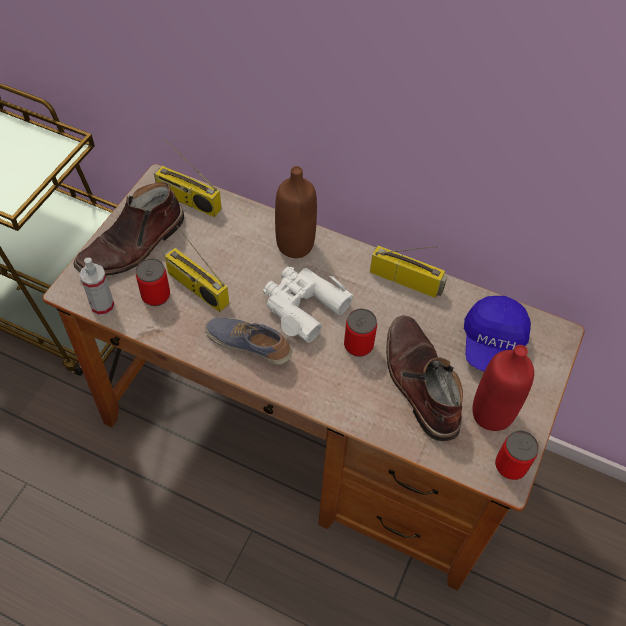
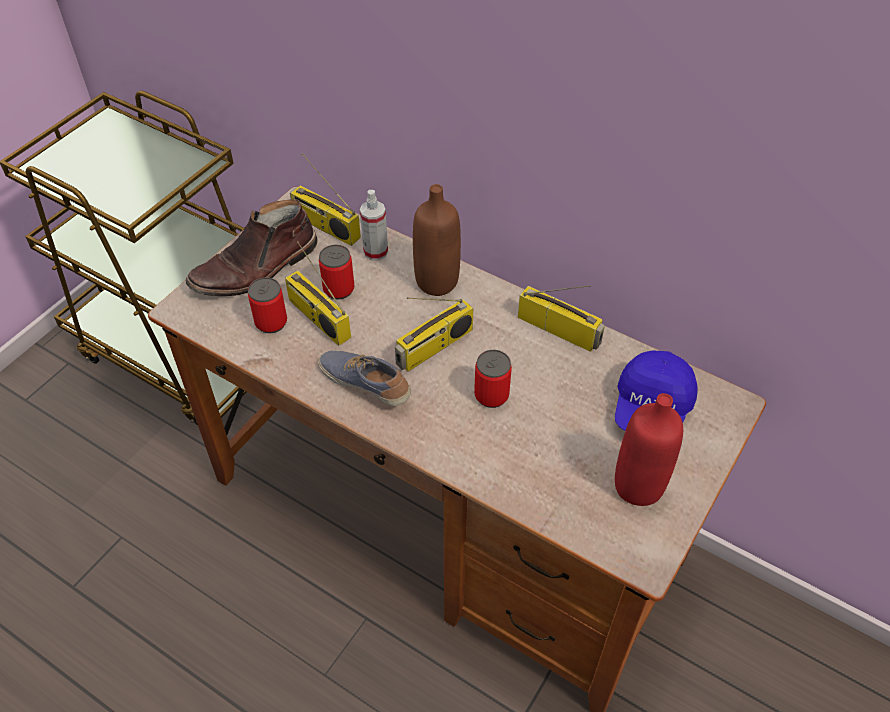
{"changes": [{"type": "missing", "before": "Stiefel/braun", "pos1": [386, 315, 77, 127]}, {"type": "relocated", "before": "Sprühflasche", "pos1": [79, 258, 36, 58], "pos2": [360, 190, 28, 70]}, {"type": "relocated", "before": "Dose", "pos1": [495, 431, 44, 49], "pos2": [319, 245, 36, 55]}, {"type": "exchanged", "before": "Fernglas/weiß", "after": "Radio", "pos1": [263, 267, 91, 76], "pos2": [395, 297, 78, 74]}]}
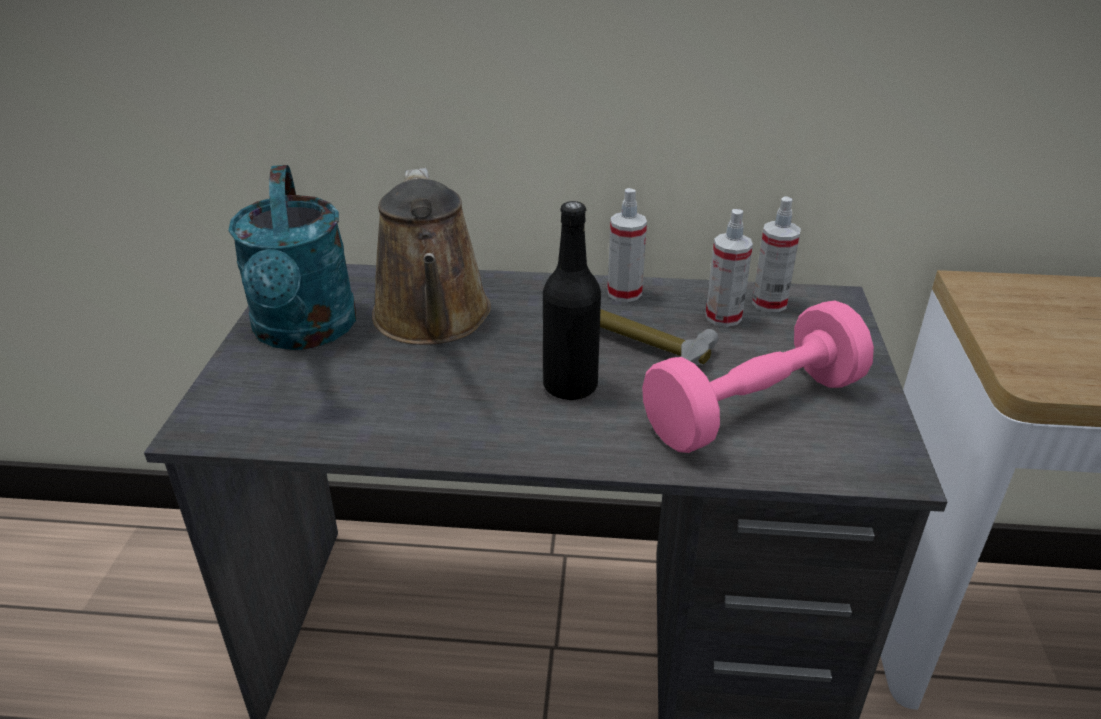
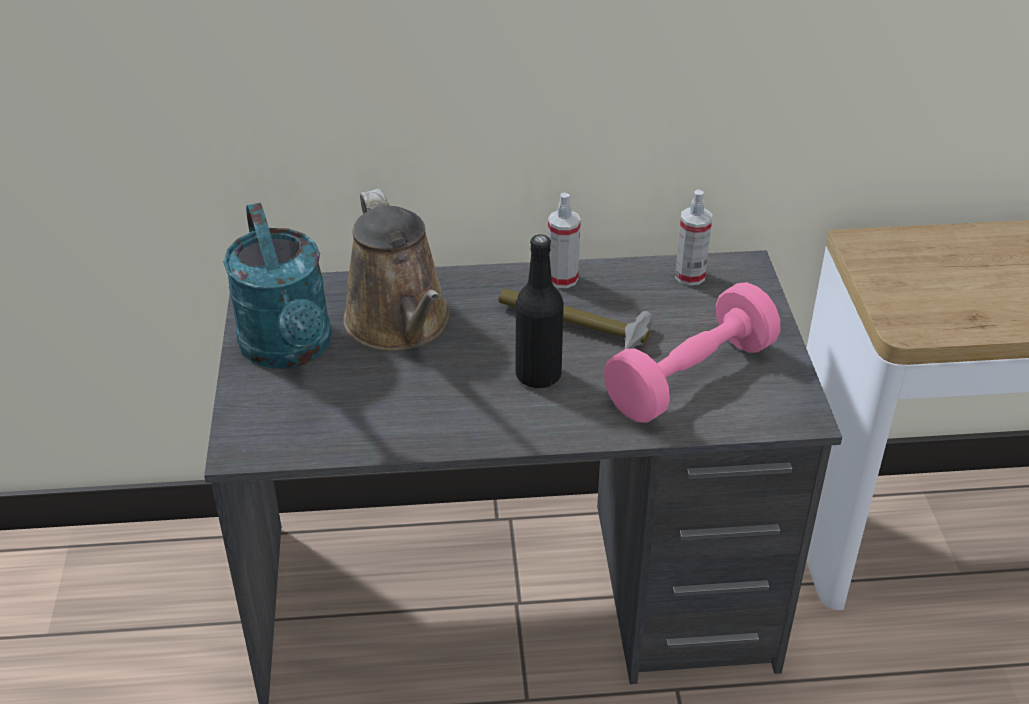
{"changes": [{"type": "missing", "before": "Sprühflasche", "pos1": [705, 209, 48, 118]}]}
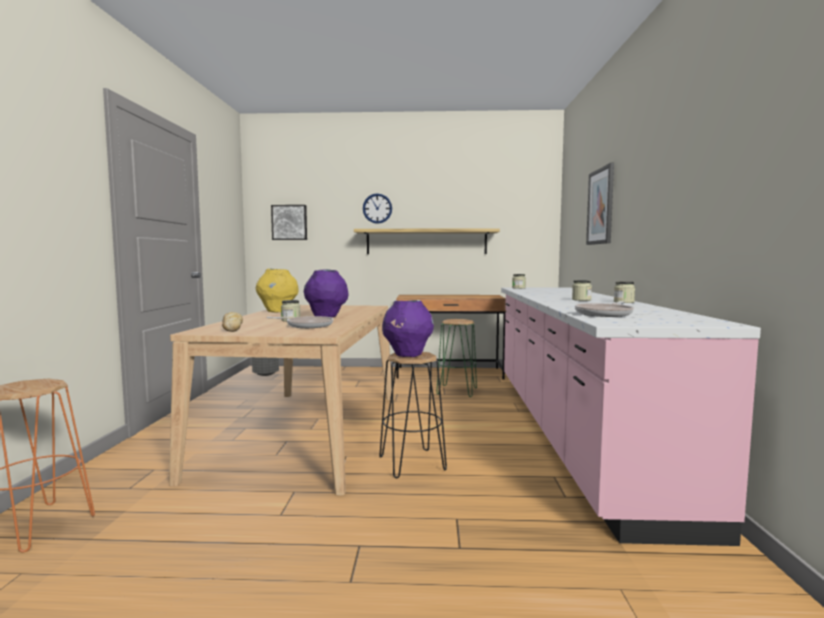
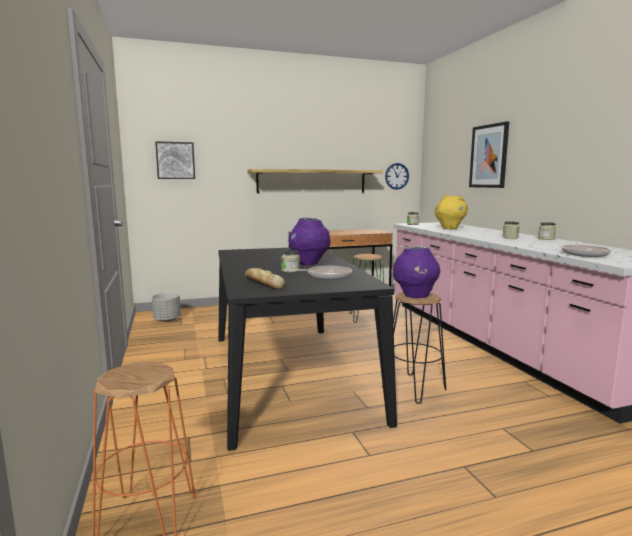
{"changes": [{"type": "relocated", "before": "Vase/gelb", "pos1": [256, 268, 42, 44], "pos2": [435, 195, 33, 34]}, {"type": "relocated", "before": "Wanduhr", "pos1": [363, 193, 29, 31], "pos2": [385, 163, 24, 27]}, {"type": "colour", "before": "Esstisch/beige", "after": "Esstisch/schwarz", "pos1": [169, 305, 223, 191], "pos2": [218, 248, 179, 202]}]}
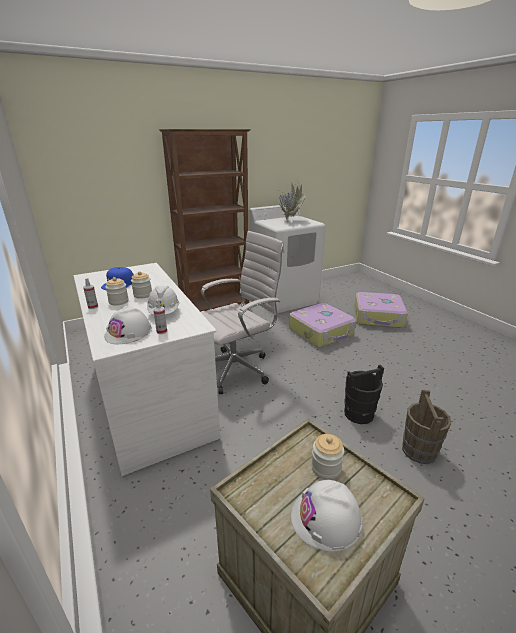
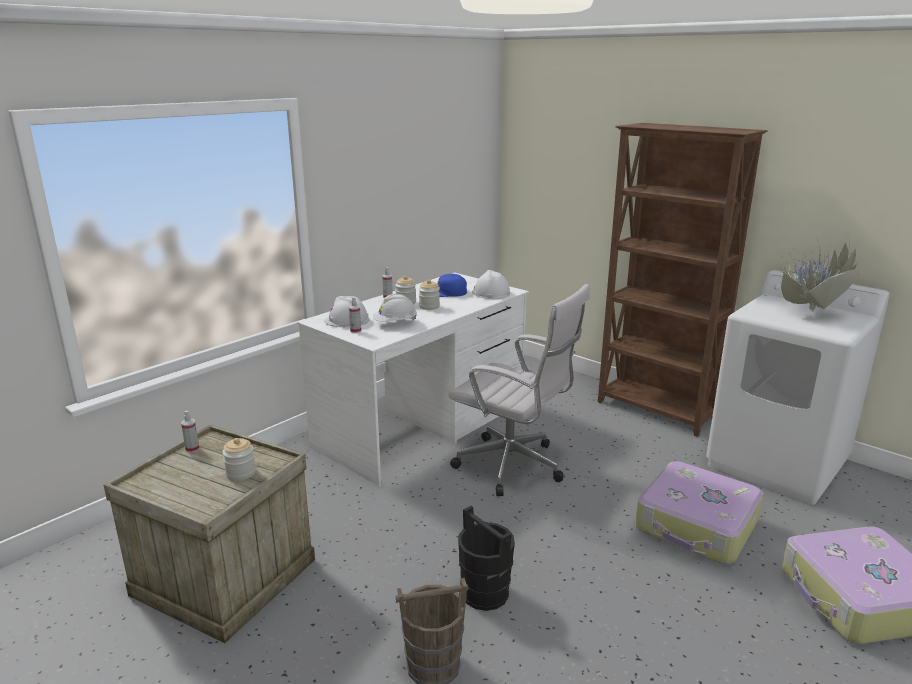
{"changes": [{"type": "appeared", "after": "Sprühflasche", "pos2": [181, 411, 18, 42]}, {"type": "relocated", "before": "Schutzhelm/weiß", "pos1": [291, 480, 72, 72], "pos2": [472, 270, 38, 29]}]}
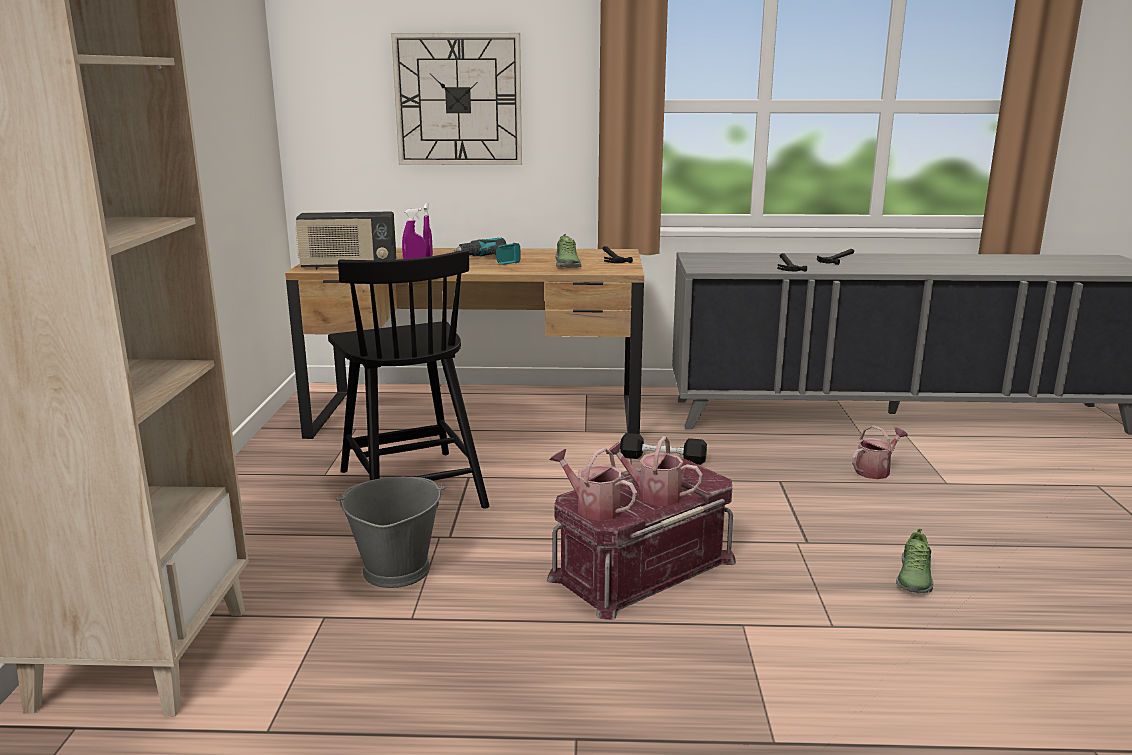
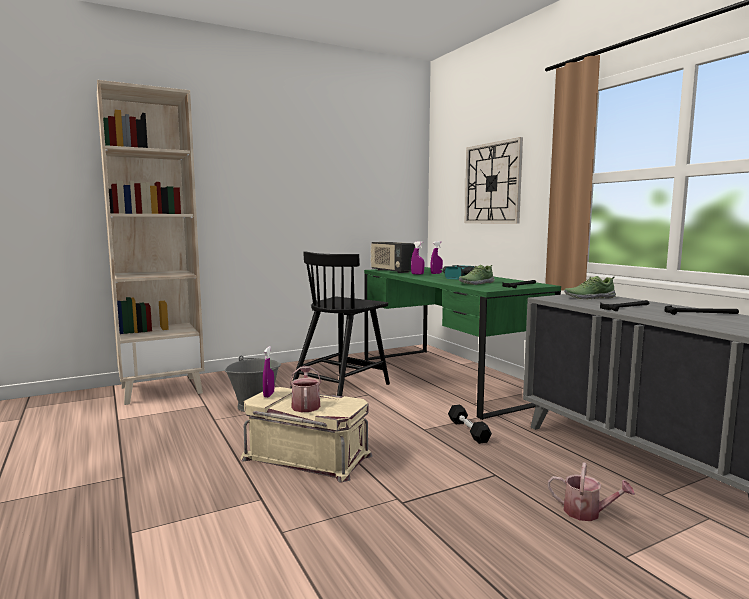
{"changes": [{"type": "relocated", "before": "Schuh", "pos1": [896, 529, 37, 64], "pos2": [564, 276, 52, 23]}, {"type": "exchanged", "before": "Gießkanne", "after": "Sprühflasche/lila", "pos1": [550, 448, 87, 73], "pos2": [263, 346, 11, 52]}, {"type": "colour", "before": "Schreibtisch/braun", "after": "Schreibtisch/grün", "pos1": [285, 248, 359, 191], "pos2": [364, 267, 197, 153]}, {"type": "colour", "before": "Aufbewahrungsbox/rot", "after": "Aufbewahrungsbox/beige", "pos1": [547, 459, 189, 161], "pos2": [241, 387, 132, 95]}]}
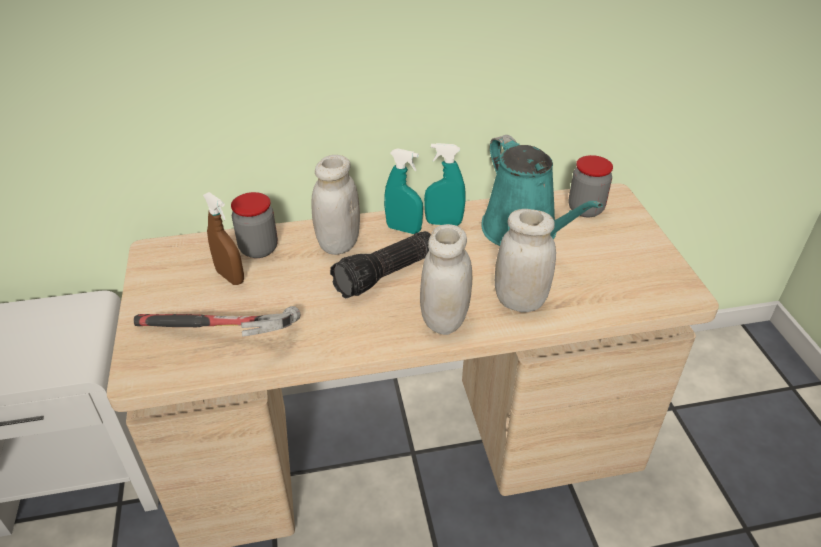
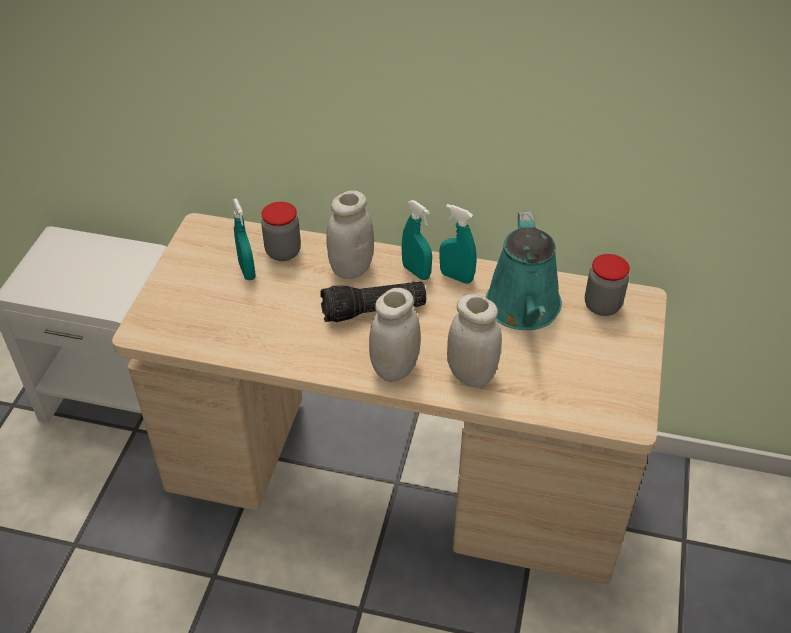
{"changes": [{"type": "missing", "before": "Hammer", "pos1": [134, 306, 167, 31]}, {"type": "colour", "before": "Sprühflasche/braun", "after": "Sprühflasche/türkis", "pos1": [203, 192, 41, 93], "pos2": [232, 198, 24, 82]}]}
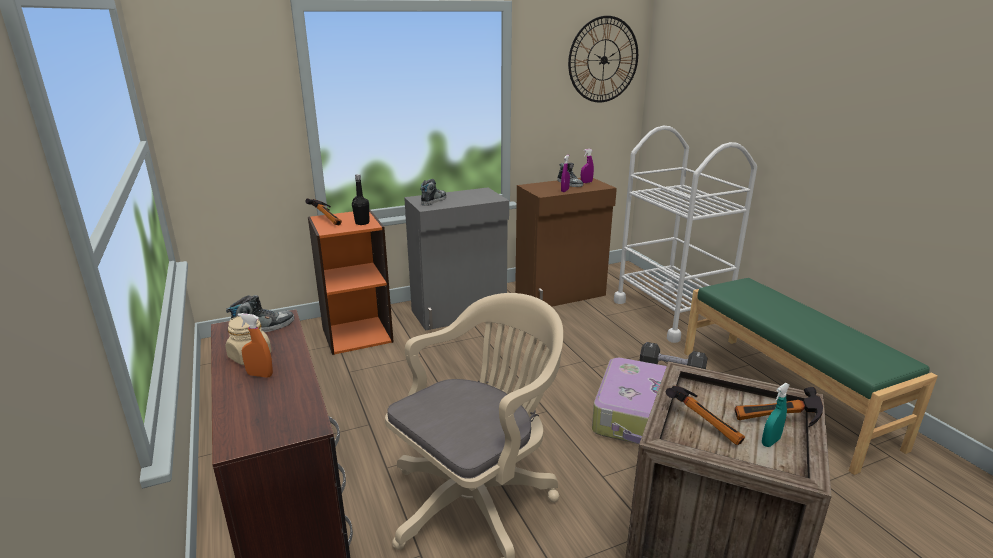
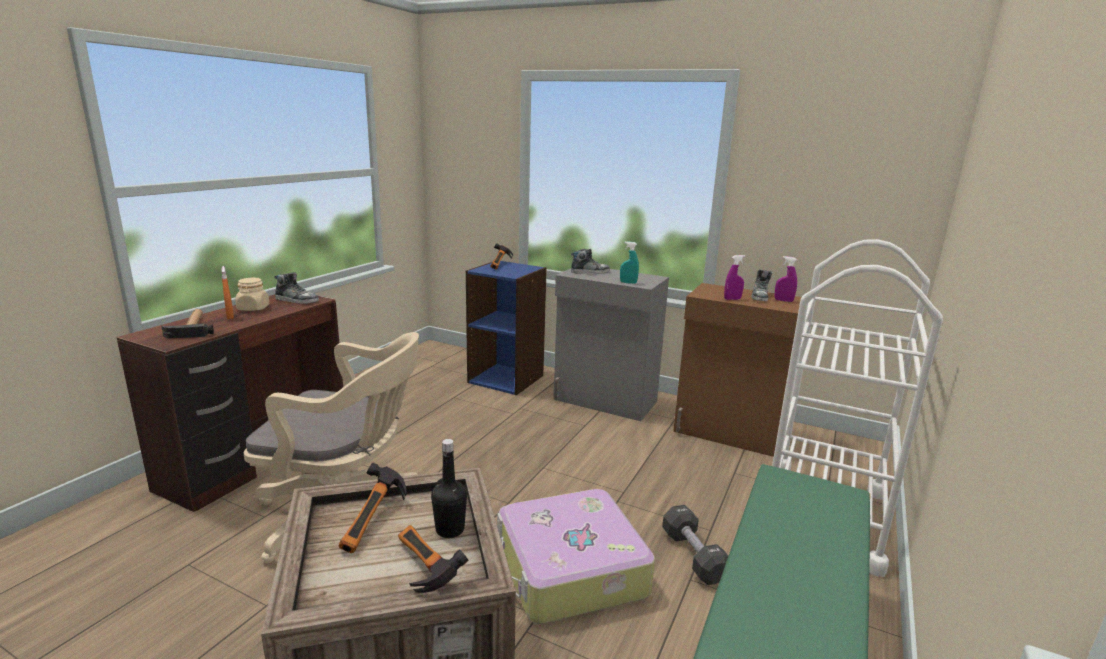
{"changes": [{"type": "missing", "before": "Wanduhr", "pos1": [568, 16, 70, 86]}, {"type": "appeared", "after": "Hammer", "pos2": [161, 309, 53, 29]}, {"type": "relocated", "before": "Flasche/schwarz", "pos1": [352, 174, 18, 51], "pos2": [431, 439, 36, 99]}, {"type": "relocated", "before": "Sprühflasche/türkis", "pos1": [762, 383, 28, 64], "pos2": [620, 241, 19, 43]}, {"type": "colour", "before": "Bücherregal/orange", "after": "Bücherregal/blau", "pos1": [308, 209, 86, 146], "pos2": [466, 261, 81, 134]}]}
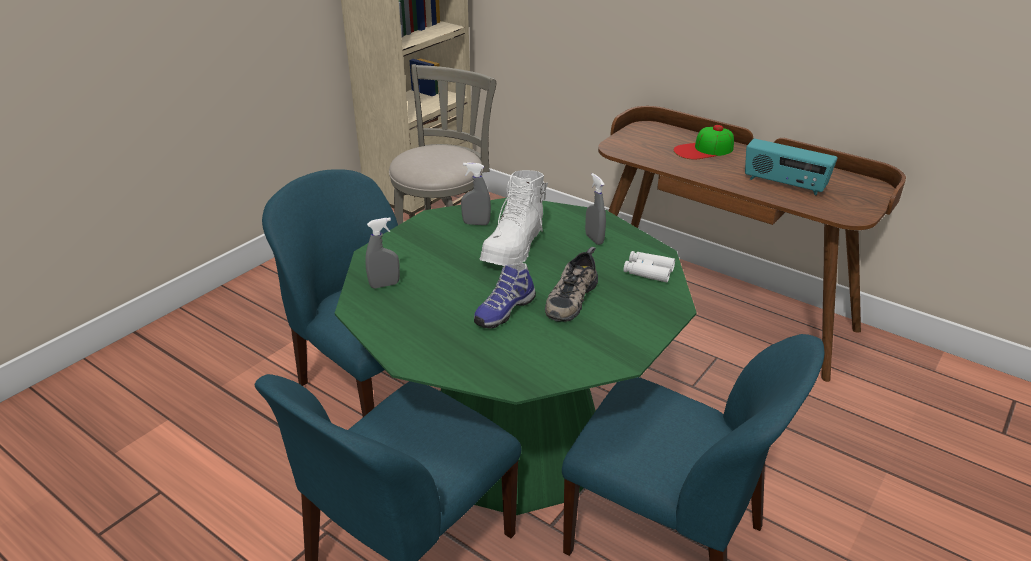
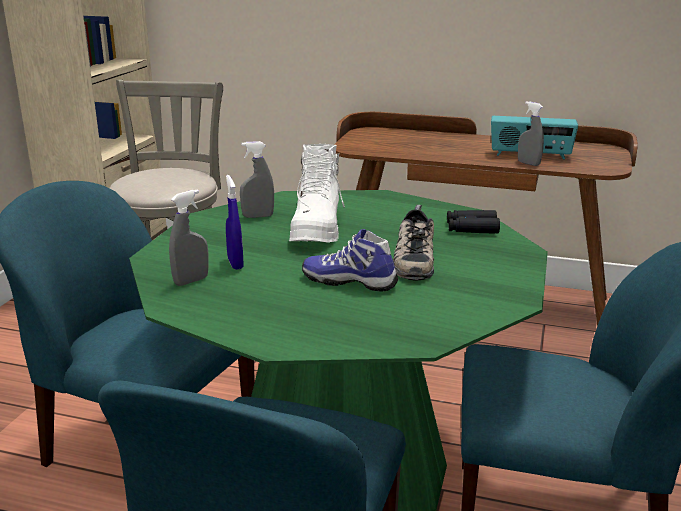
{"changes": [{"type": "missing", "before": "Kappe", "pos1": [674, 125, 60, 35]}, {"type": "appeared", "after": "Sprühflasche/blau", "pos2": [226, 175, 18, 95]}, {"type": "relocated", "before": "Sprühflasche/grau", "pos1": [585, 173, 21, 72], "pos2": [518, 101, 26, 65]}, {"type": "colour", "before": "Fernglas/weiß", "after": "Fernglas/schwarz", "pos1": [624, 251, 51, 31], "pos2": [447, 210, 53, 24]}, {"type": "spun", "before": "Schuh", "pos1": [474, 263, 62, 66], "pos2": [302, 229, 96, 62], "turn": 90}]}
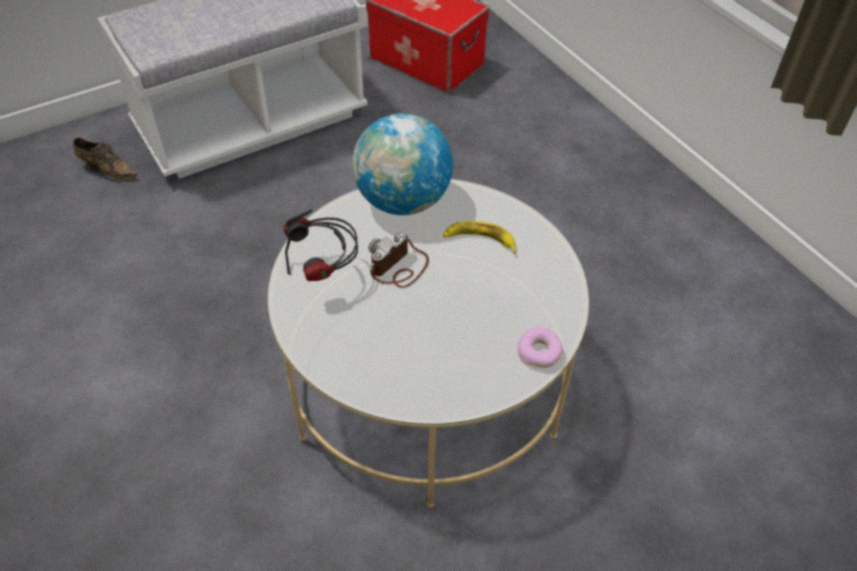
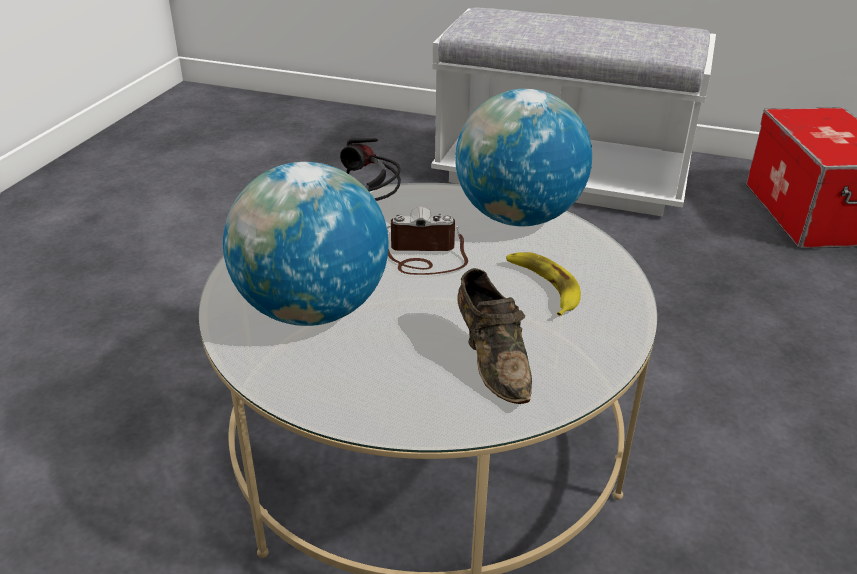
{"changes": [{"type": "missing", "before": "Donut", "pos1": [517, 327, 46, 41]}, {"type": "appeared", "after": "Globus", "pos2": [223, 162, 166, 164]}, {"type": "relocated", "before": "Schuh/braun", "pos1": [73, 137, 64, 43], "pos2": [457, 268, 75, 136]}]}
